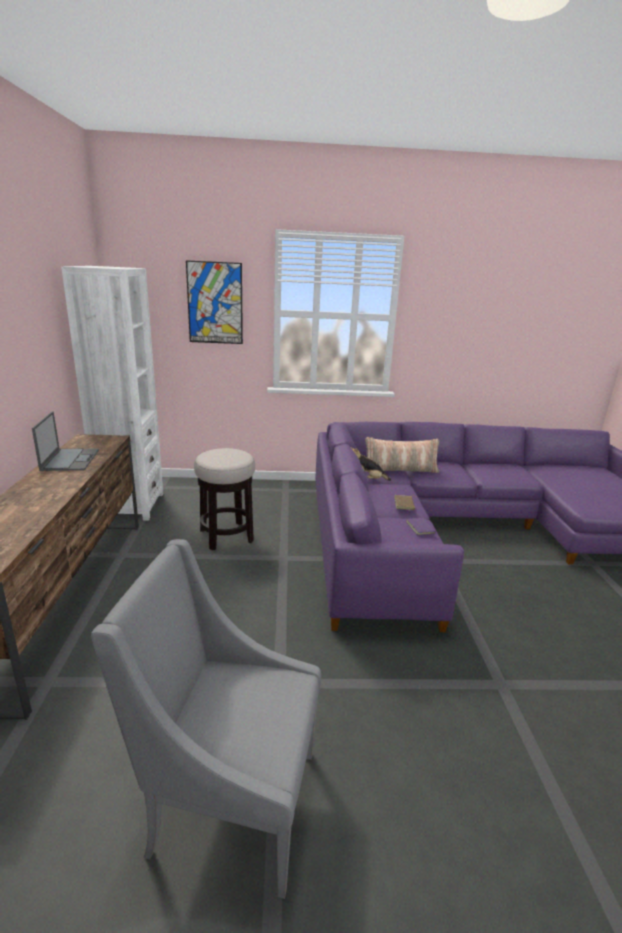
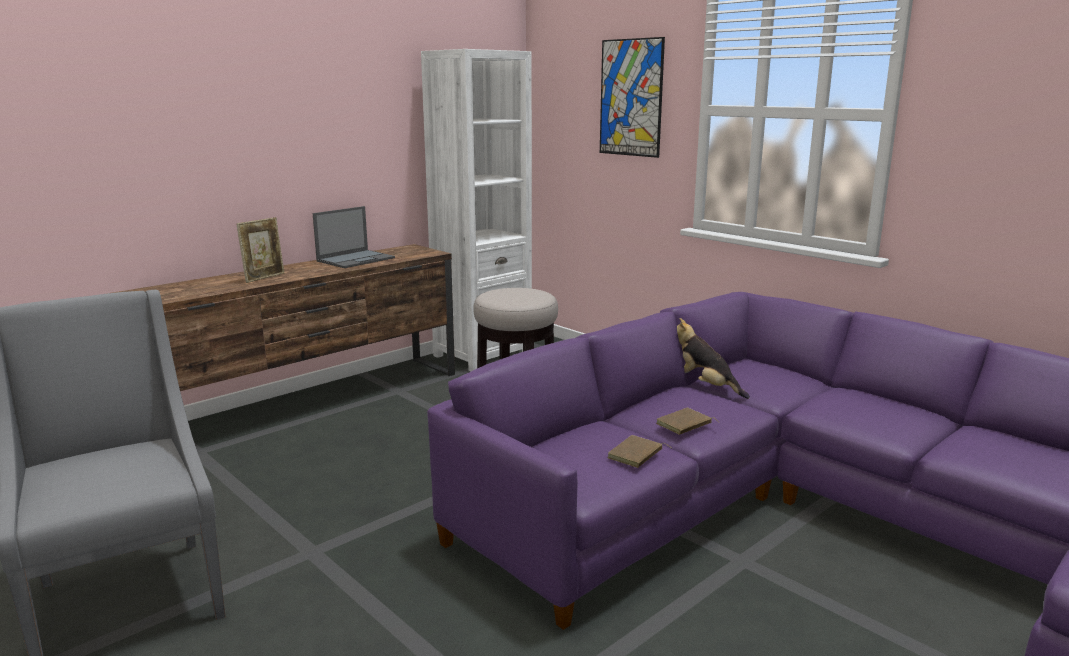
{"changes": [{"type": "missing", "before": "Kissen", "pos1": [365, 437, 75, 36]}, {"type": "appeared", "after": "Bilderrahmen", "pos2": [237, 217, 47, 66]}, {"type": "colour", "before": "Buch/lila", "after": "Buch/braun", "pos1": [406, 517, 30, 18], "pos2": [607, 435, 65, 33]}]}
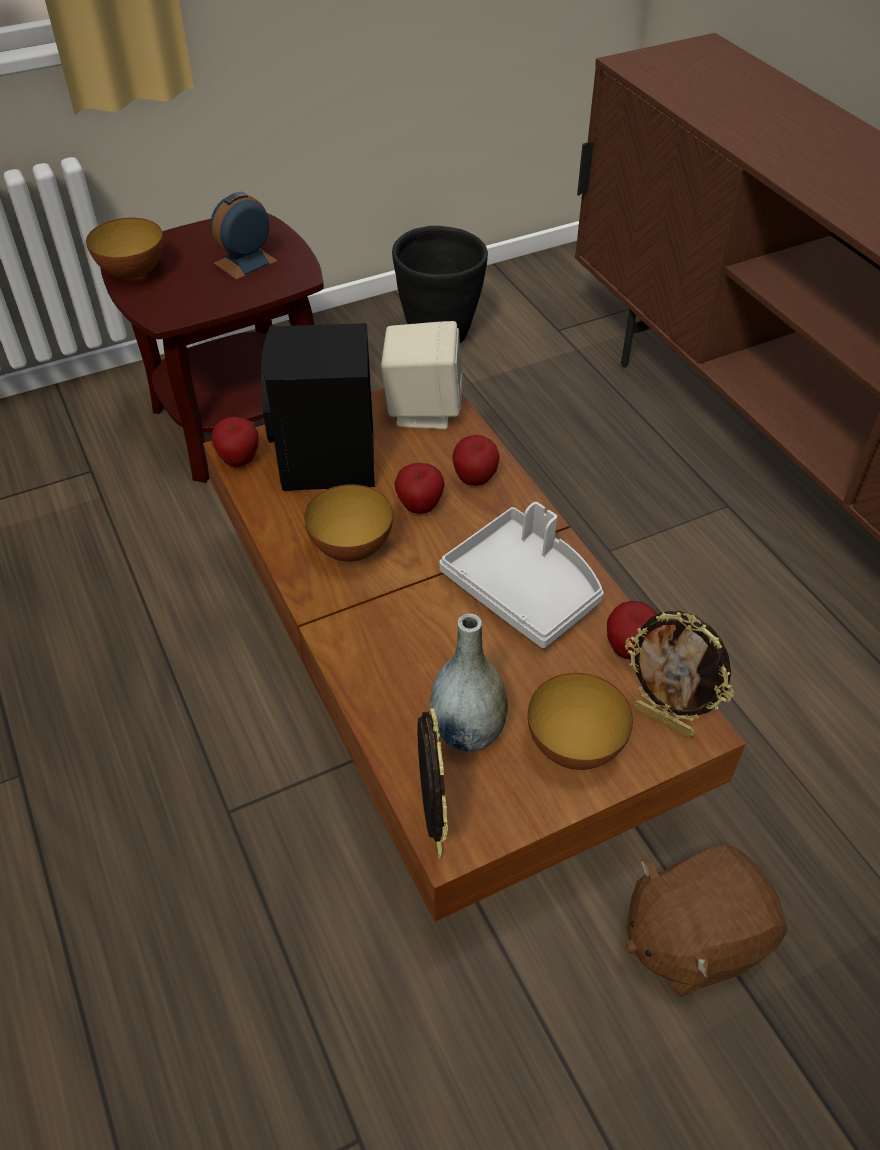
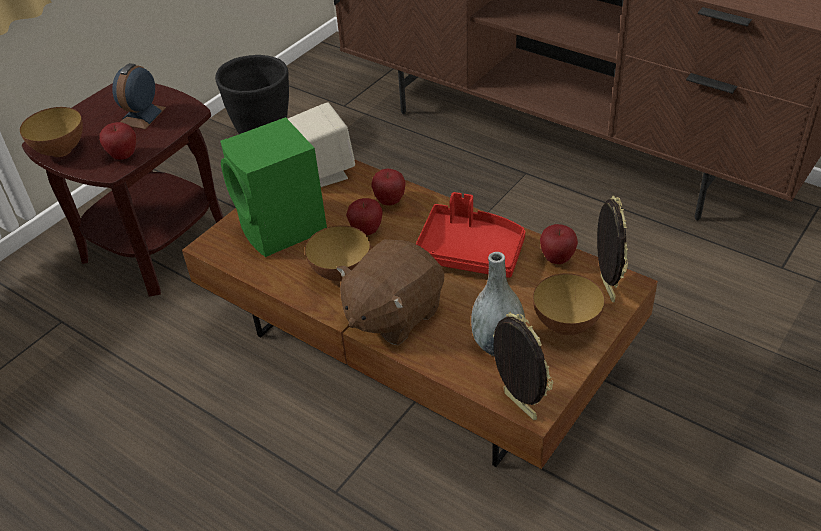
{"changes": [{"type": "relocated", "before": "Apfel", "pos1": [211, 417, 48, 50], "pos2": [99, 122, 37, 38]}, {"type": "relocated", "before": "Plüschtier/braun", "pos1": [625, 845, 162, 152], "pos2": [336, 239, 108, 106]}, {"type": "colour", "before": "Lautsprecher/schwarz", "after": "Lautsprecher/grün", "pos1": [261, 323, 114, 168], "pos2": [220, 117, 107, 140]}, {"type": "colour", "before": "Tablett/grau", "after": "Tablett/rot", "pos1": [439, 502, 165, 146], "pos2": [416, 192, 110, 86]}, {"type": "spun", "before": "Bilderrahmen", "pos1": [625, 611, 109, 127], "pos2": [597, 196, 31, 106], "turn": -105}]}
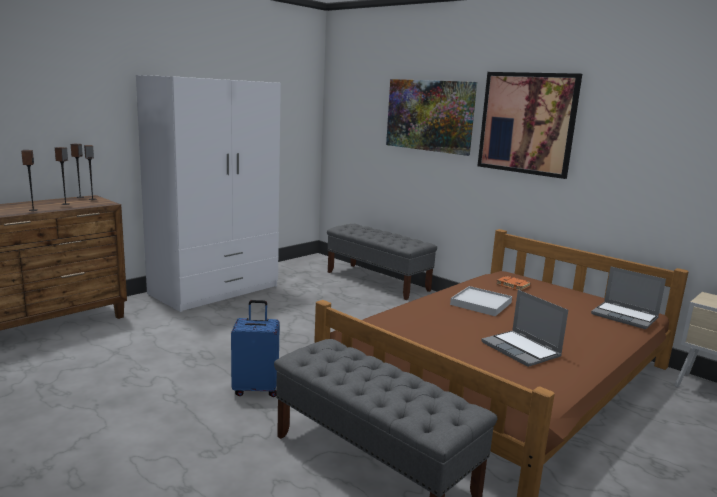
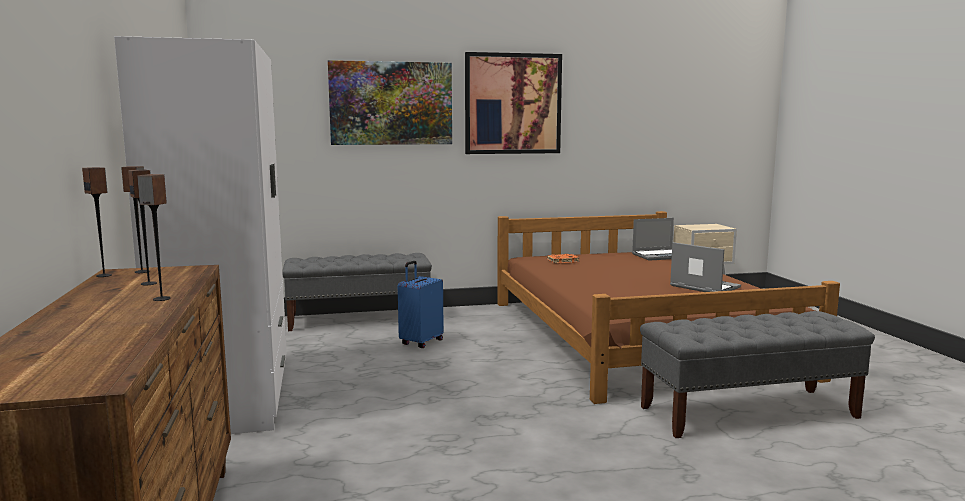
{"changes": [{"type": "missing", "before": "Tablett/weiß", "pos1": [450, 286, 62, 30]}, {"type": "relocated", "before": "Koffer/blau", "pos1": [231, 300, 49, 97], "pos2": [398, 261, 46, 87]}, {"type": "spun", "before": "Laptop", "pos1": [481, 290, 87, 77], "pos2": [670, 242, 71, 50], "turn": -135}]}
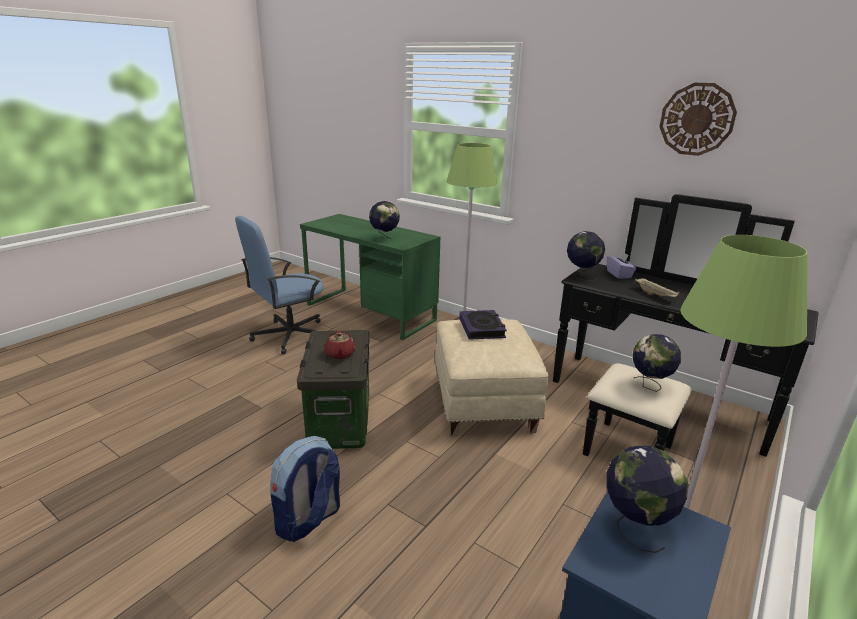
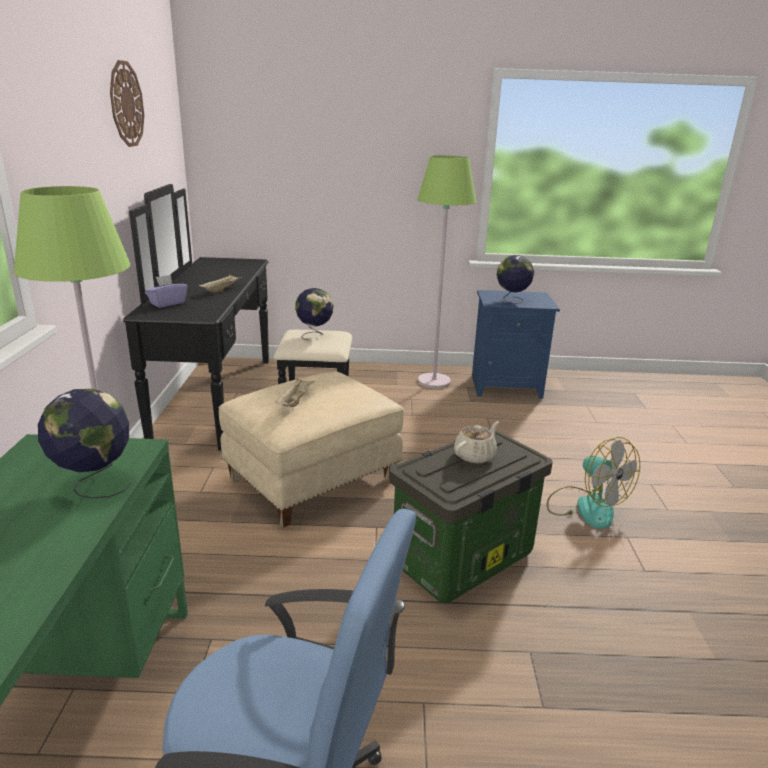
{"changes": [{"type": "missing", "before": "Globus", "pos1": [567, 231, 38, 50]}, {"type": "exchanged", "before": "Rucksack", "after": "Ventilator", "pos1": [270, 436, 70, 106], "pos2": [547, 437, 93, 92]}, {"type": "exchanged", "before": "Buch", "after": "Tablett/beige", "pos1": [459, 310, 48, 30], "pos2": [275, 378, 40, 29]}, {"type": "colour", "before": "Teekanne/rot", "after": "Teekanne/beige", "pos1": [324, 330, 31, 29], "pos2": [454, 421, 45, 43]}]}
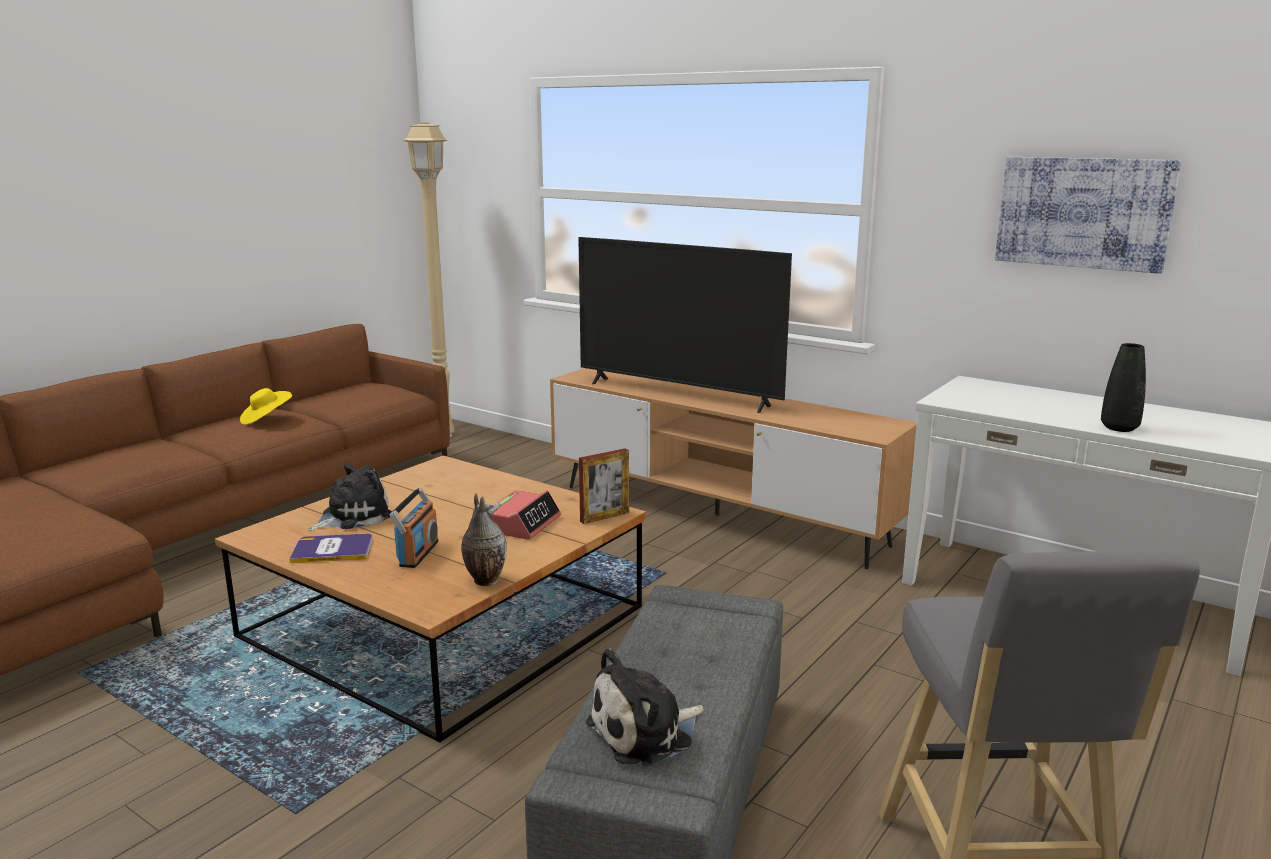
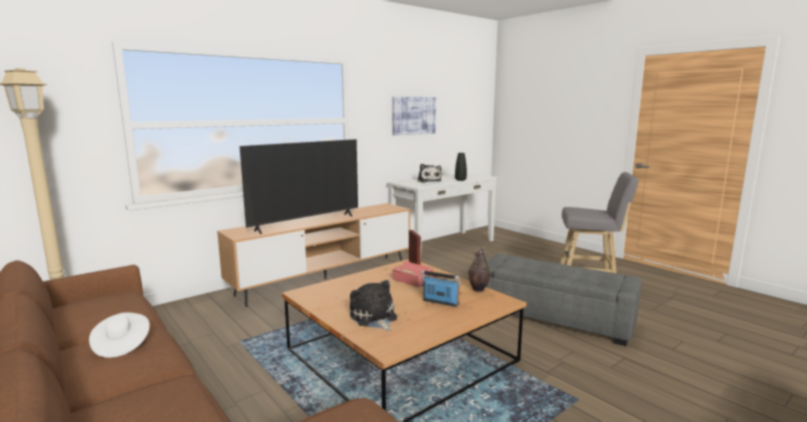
{"changes": [{"type": "missing", "before": "Buch", "pos1": [289, 534, 84, 29]}, {"type": "relocated", "before": "Plüschtier", "pos1": [586, 648, 118, 119], "pos2": [417, 164, 24, 18]}, {"type": "colour", "before": "Hut/gelb", "after": "Hut/weiß", "pos1": [240, 388, 52, 37], "pos2": [89, 312, 61, 46]}]}
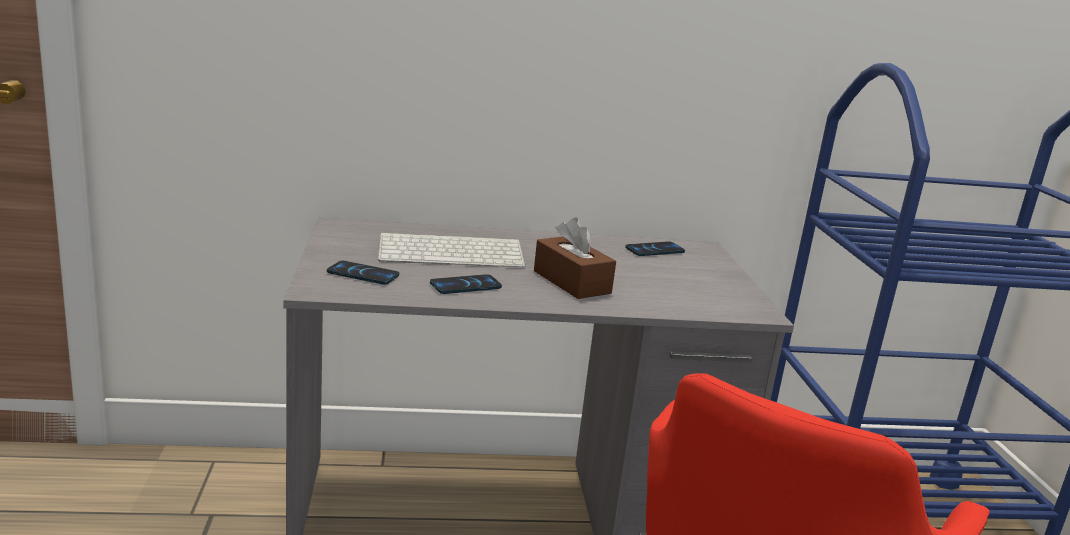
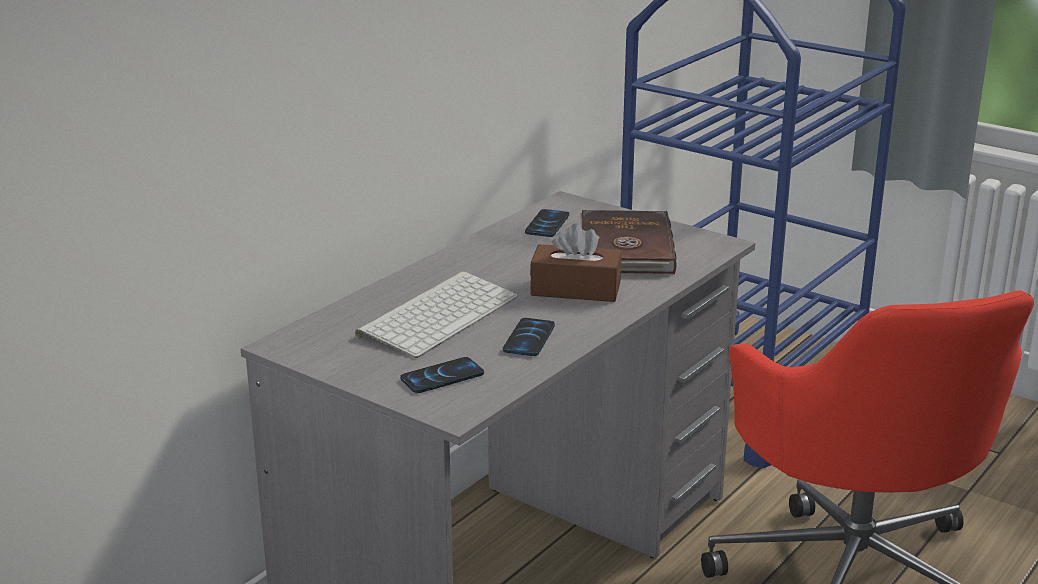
{"changes": [{"type": "appeared", "after": "Buch/braun", "pos2": [580, 210, 96, 64]}]}
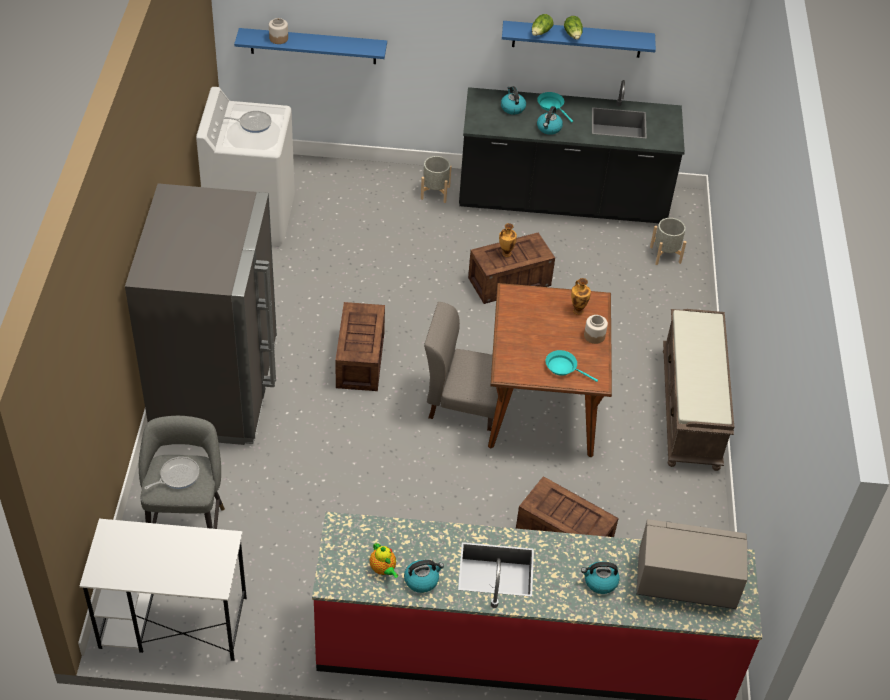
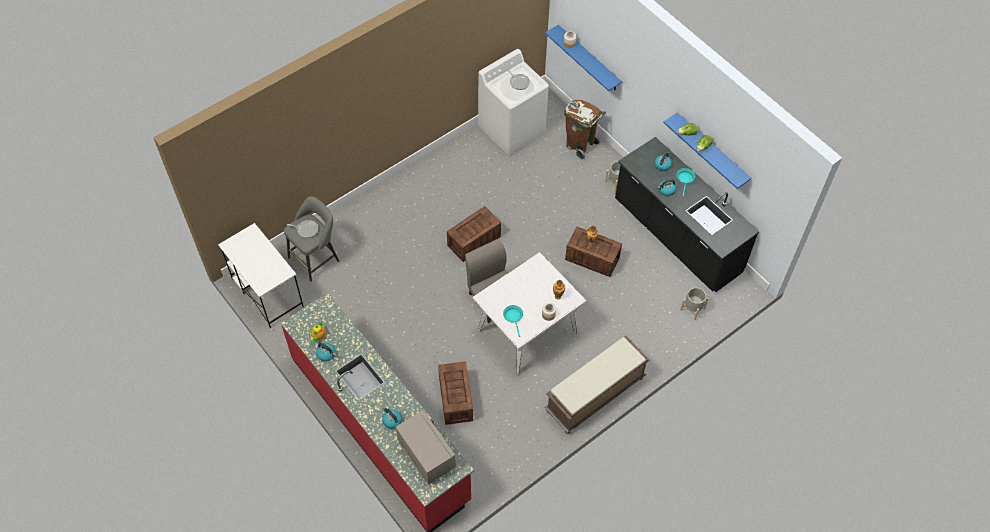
{"changes": [{"type": "missing", "before": "Kühlschrank/grau", "pos1": [125, 183, 152, 262]}, {"type": "appeared", "after": "Mülleimer/braun", "pos2": [564, 99, 42, 61]}, {"type": "colour", "before": "Esstisch/braun", "after": "Esstisch/weiß", "pos1": [488, 283, 124, 174], "pos2": [472, 252, 115, 123]}]}
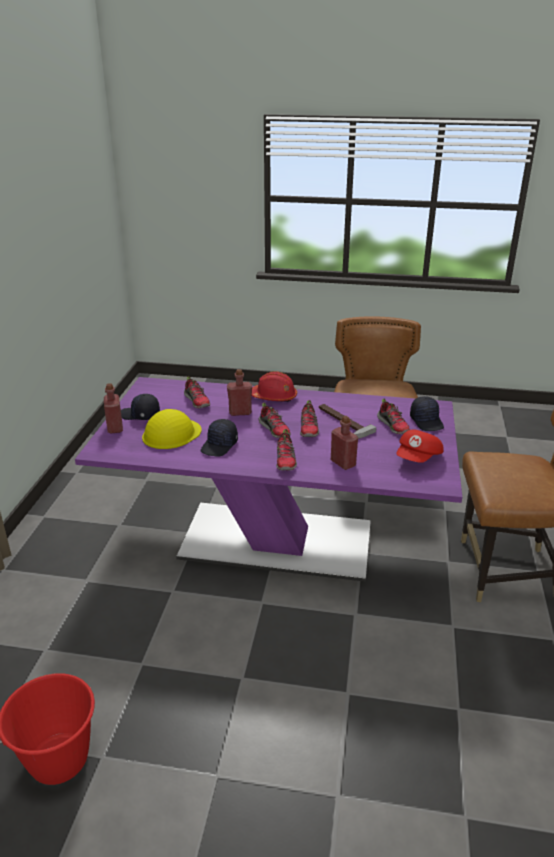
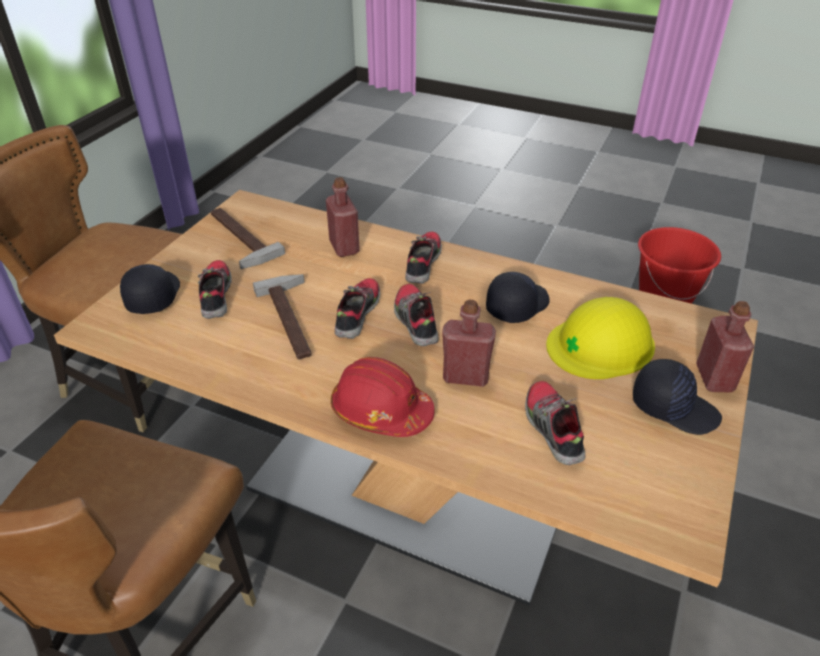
{"changes": [{"type": "exchanged", "before": "Kappe/rot", "after": "Hammer", "pos1": [396, 430, 48, 33], "pos2": [211, 208, 74, 61]}, {"type": "colour", "before": "Esstisch/lila", "after": "Esstisch/beige", "pos1": [75, 377, 387, 205], "pos2": [54, 190, 704, 415]}]}
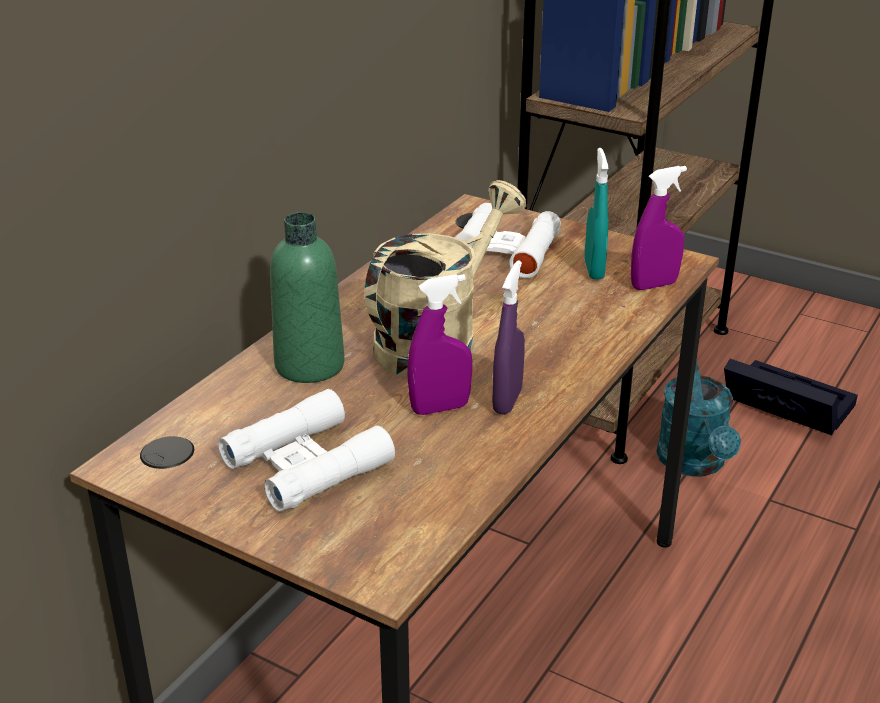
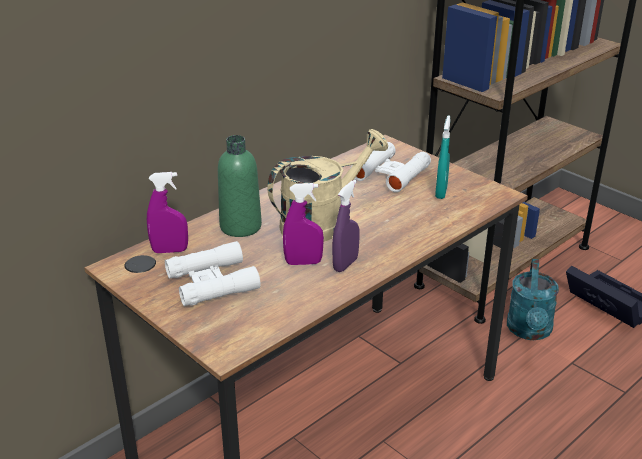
{"changes": [{"type": "relocated", "before": "Sprühflasche/lila", "pos1": [631, 166, 56, 124], "pos2": [147, 172, 41, 81]}]}
